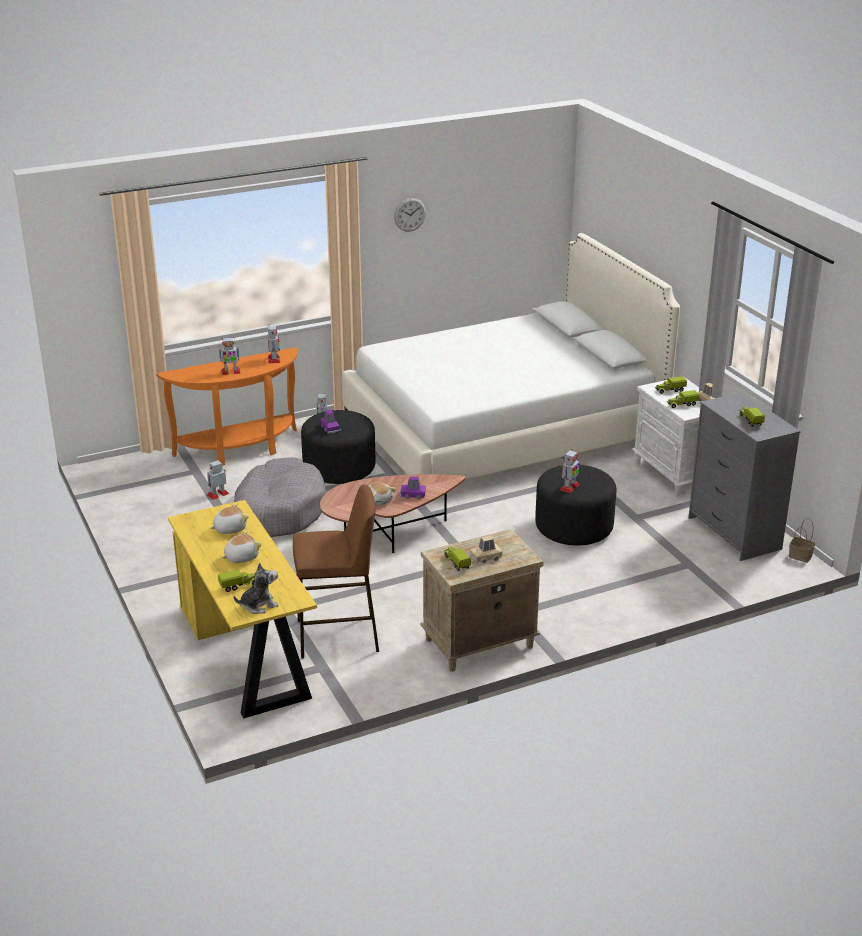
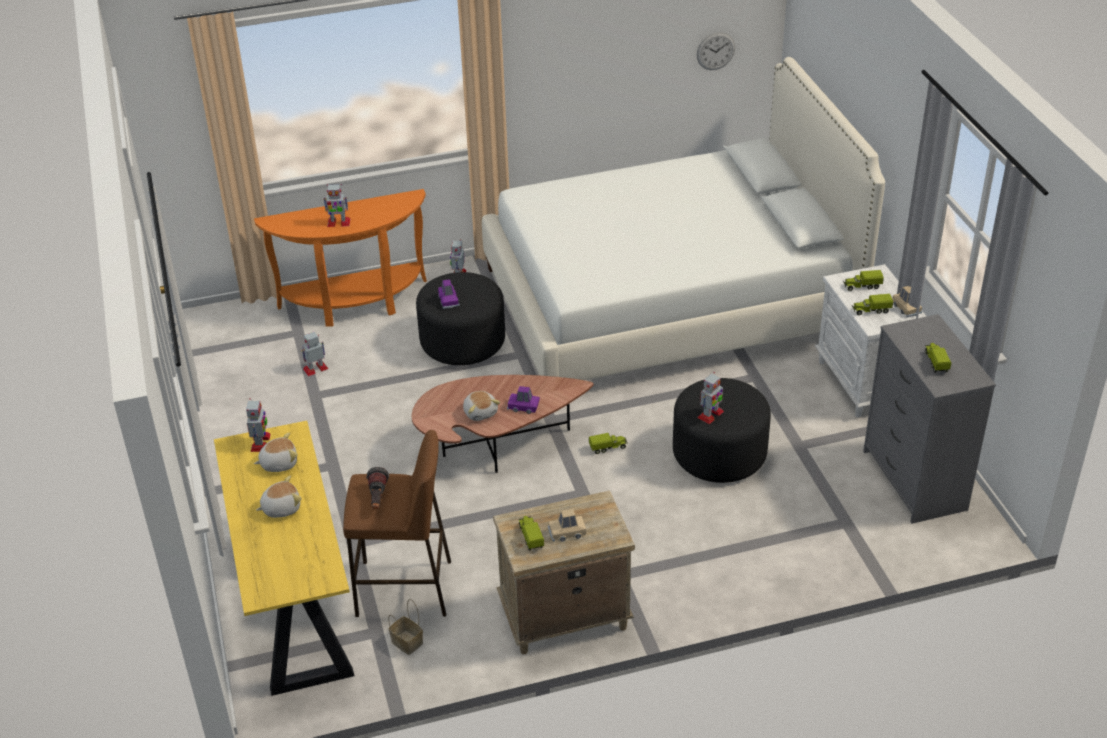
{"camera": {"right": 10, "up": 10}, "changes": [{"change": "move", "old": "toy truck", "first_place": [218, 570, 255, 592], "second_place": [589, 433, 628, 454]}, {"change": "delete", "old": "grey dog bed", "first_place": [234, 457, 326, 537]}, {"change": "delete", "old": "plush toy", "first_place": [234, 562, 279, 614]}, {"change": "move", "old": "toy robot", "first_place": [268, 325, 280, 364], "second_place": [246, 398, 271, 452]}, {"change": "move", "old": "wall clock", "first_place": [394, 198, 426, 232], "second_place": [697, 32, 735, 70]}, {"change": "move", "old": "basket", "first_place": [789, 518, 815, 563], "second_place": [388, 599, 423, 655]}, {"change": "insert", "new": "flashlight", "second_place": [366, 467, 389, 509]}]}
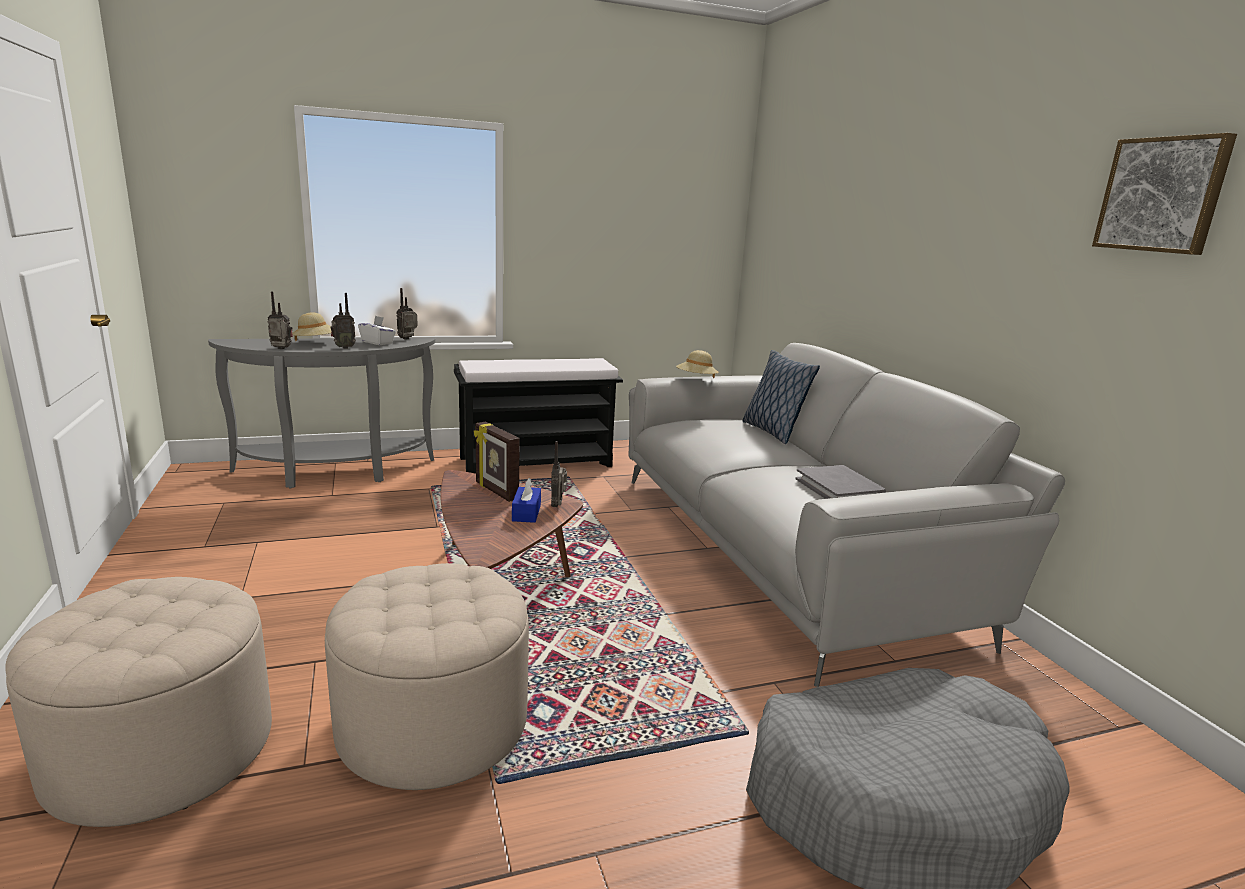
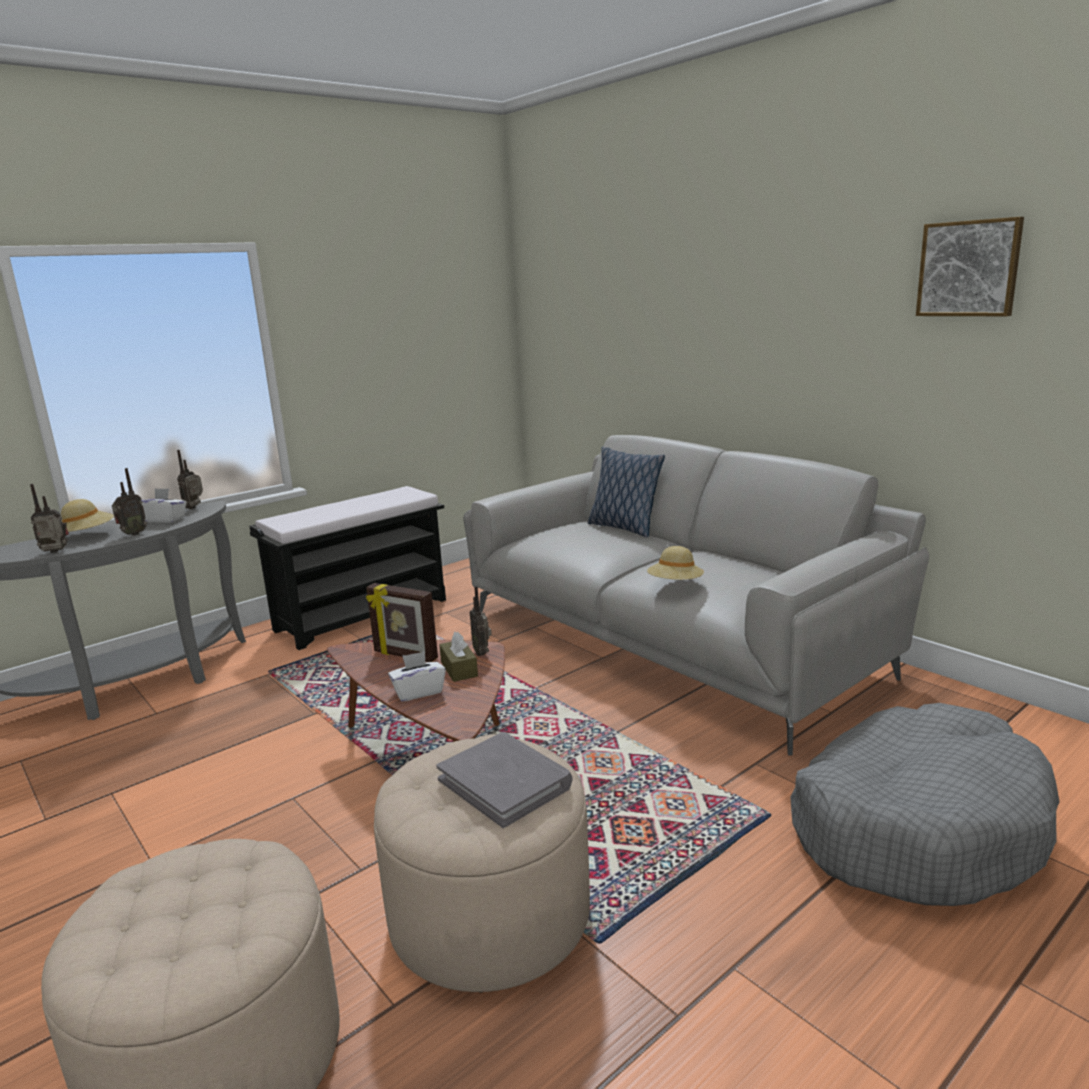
{"camera": {"right": -20, "up": 0}, "changes": [{"change": "recolor", "old": "blue tissue box", "new": "brown tissue box", "first_place": [512, 478, 541, 523], "second_place": [440, 632, 478, 682]}, {"change": "move", "old": "beige hat", "first_place": [676, 350, 719, 378], "second_place": [647, 546, 704, 580]}, {"change": "move", "old": "grey book", "first_place": [796, 465, 886, 499], "second_place": [436, 732, 572, 828]}, {"change": "insert", "new": "white tissue box", "second_place": [388, 651, 446, 702]}]}
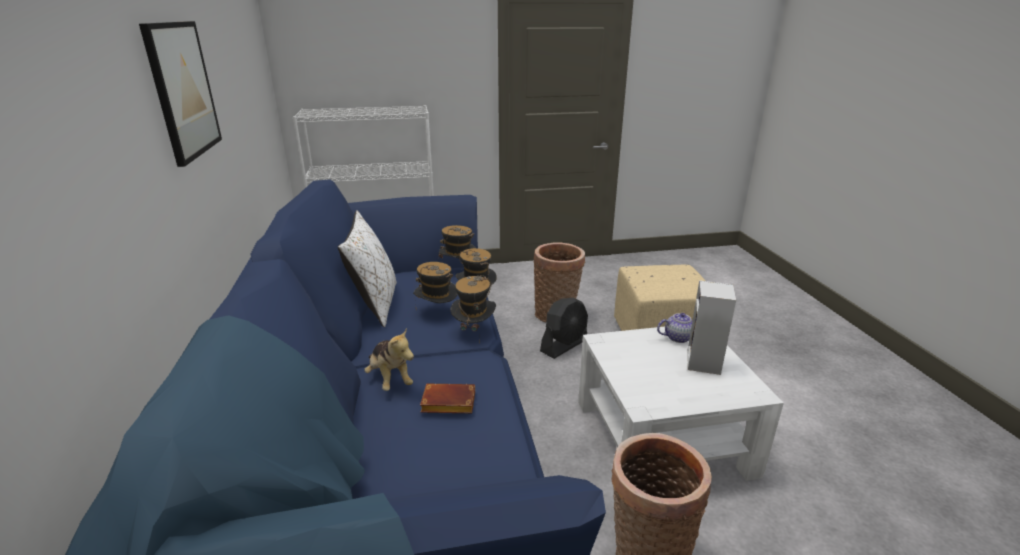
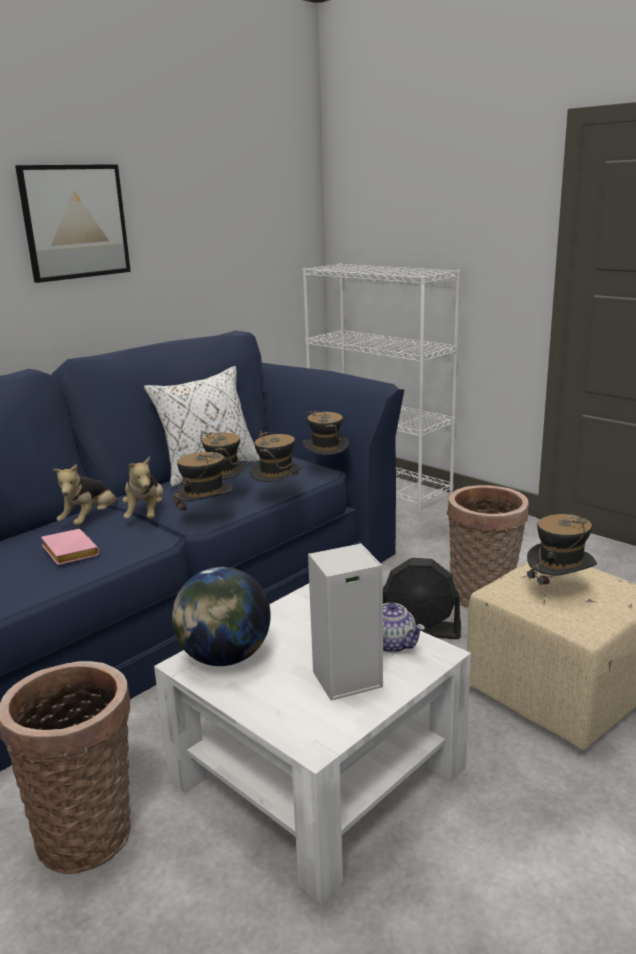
{"camera": {"right": 55, "up": -5}, "changes": [{"change": "recolor", "old": "brown book", "new": "pink book", "first_place": [420, 383, 475, 413], "second_place": [41, 529, 99, 565]}, {"change": "insert", "new": "plush toy", "second_place": [122, 456, 163, 519]}, {"change": "insert", "new": "globe", "second_place": [172, 567, 271, 666]}, {"change": "insert", "new": "hat", "second_place": [527, 514, 597, 604]}]}
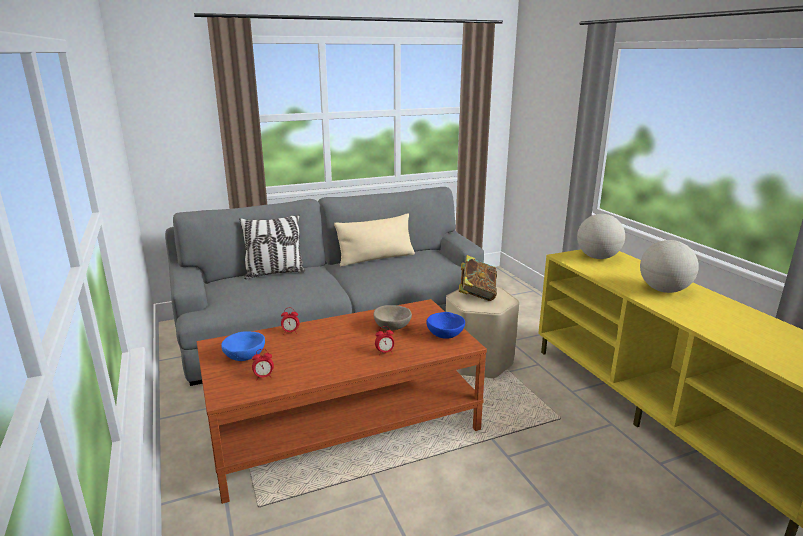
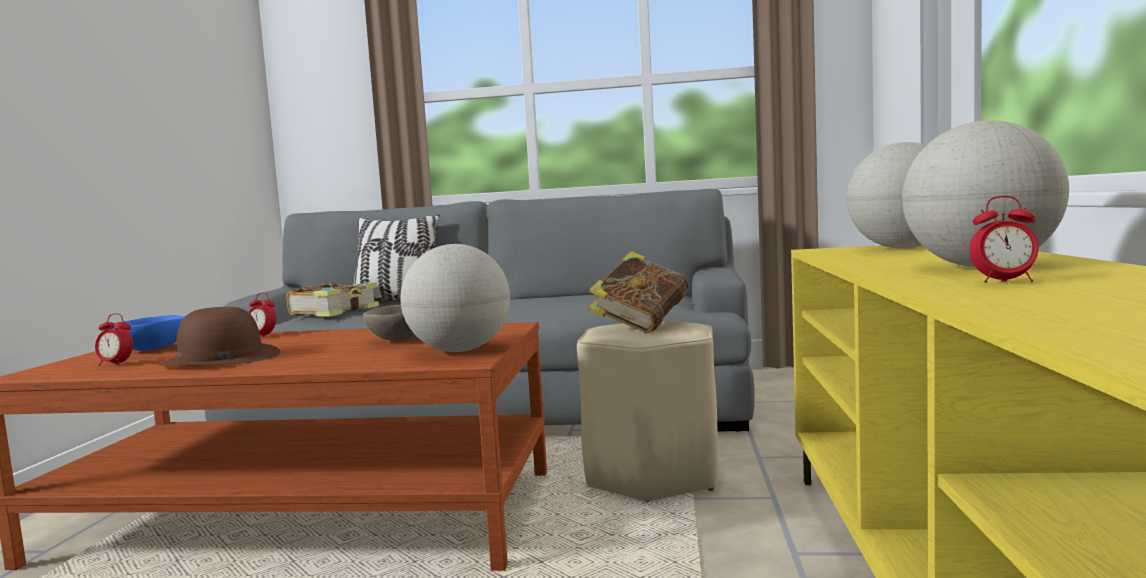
{"camera": {"right": 30, "up": -15}, "changes": [{"change": "delete", "old": "beige pillow", "first_place": [334, 213, 415, 267]}, {"change": "move", "old": "alarm clock", "first_place": [375, 326, 394, 354], "second_place": [970, 196, 1039, 283]}, {"change": "replace", "old": "blue bowl", "new": "globe", "first_place": [426, 312, 465, 339], "second_place": [400, 244, 510, 352]}, {"change": "insert", "new": "brown hat", "second_place": [159, 307, 281, 366]}, {"change": "insert", "new": "book", "second_place": [286, 282, 379, 317]}]}
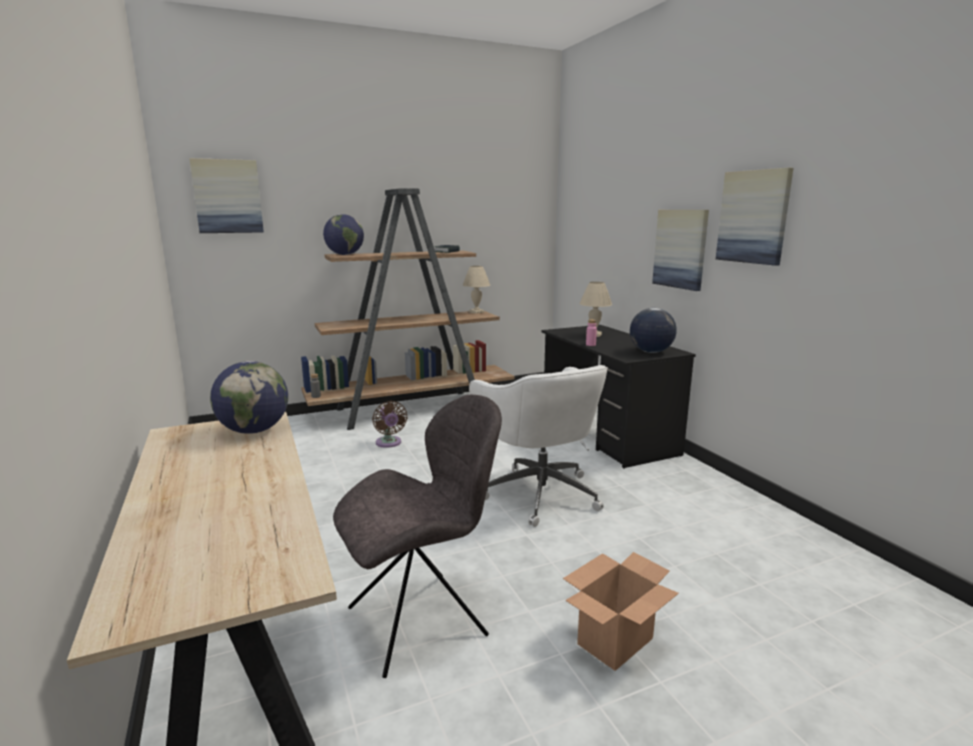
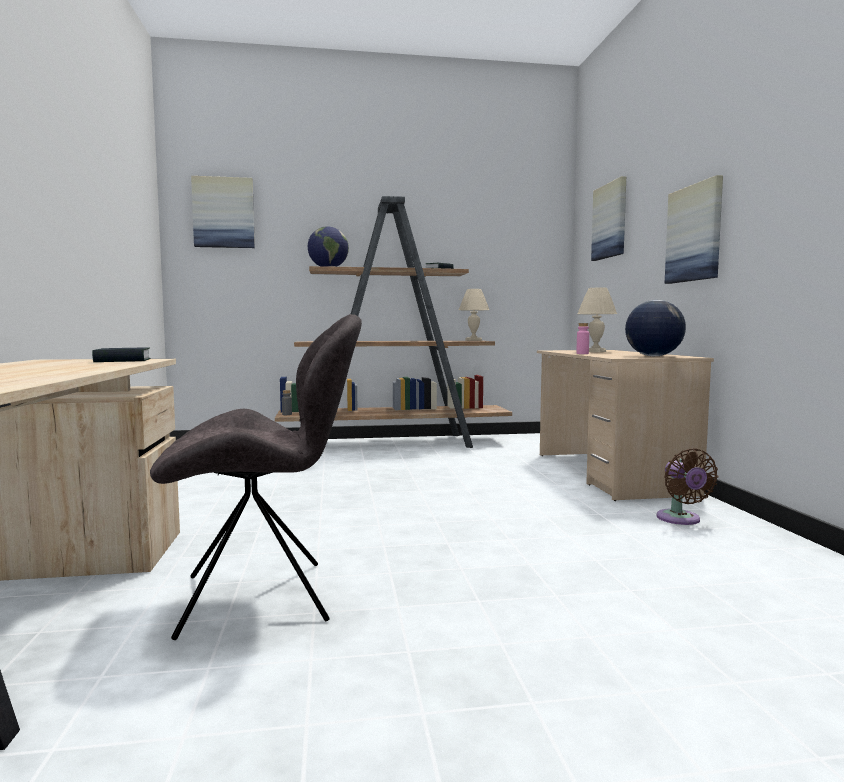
{"camera": {"right": 15, "up": -10}, "changes": [{"change": "replace", "old": "globe", "new": "book", "first_place": [210, 361, 288, 434], "second_place": [92, 347, 151, 362]}, {"change": "move", "old": "brown fan", "first_place": [372, 401, 408, 448], "second_place": [657, 448, 718, 525]}, {"change": "delete", "old": "white office chair", "first_place": [469, 365, 608, 527]}, {"change": "recolor", "old": "black desk", "new": "beige desk", "first_place": [542, 325, 696, 469], "second_place": [537, 350, 714, 501]}, {"change": "delete", "old": "cardboard box", "first_place": [563, 552, 679, 671]}, {"change": "move", "old": "picture", "first_place": [716, 168, 793, 266], "second_place": [591, 176, 626, 261]}]}
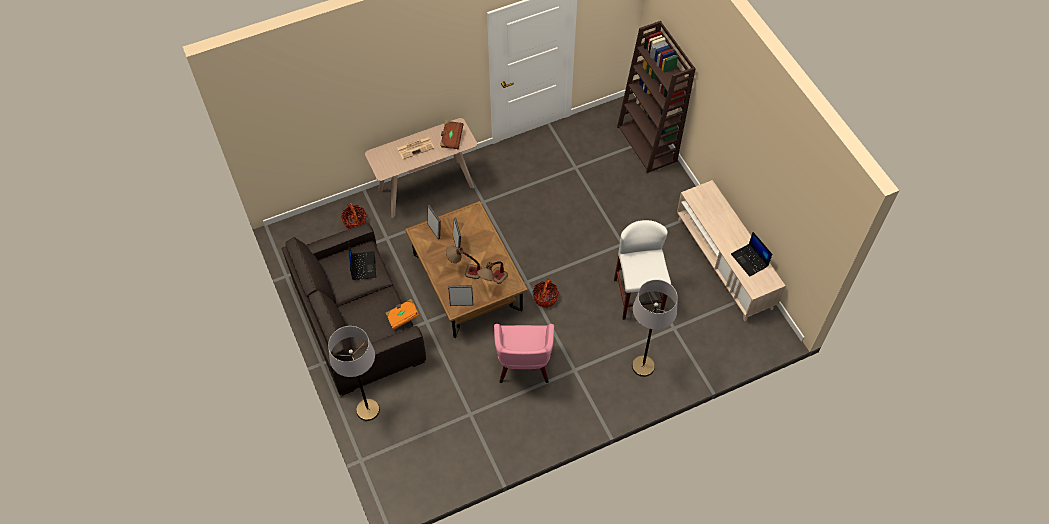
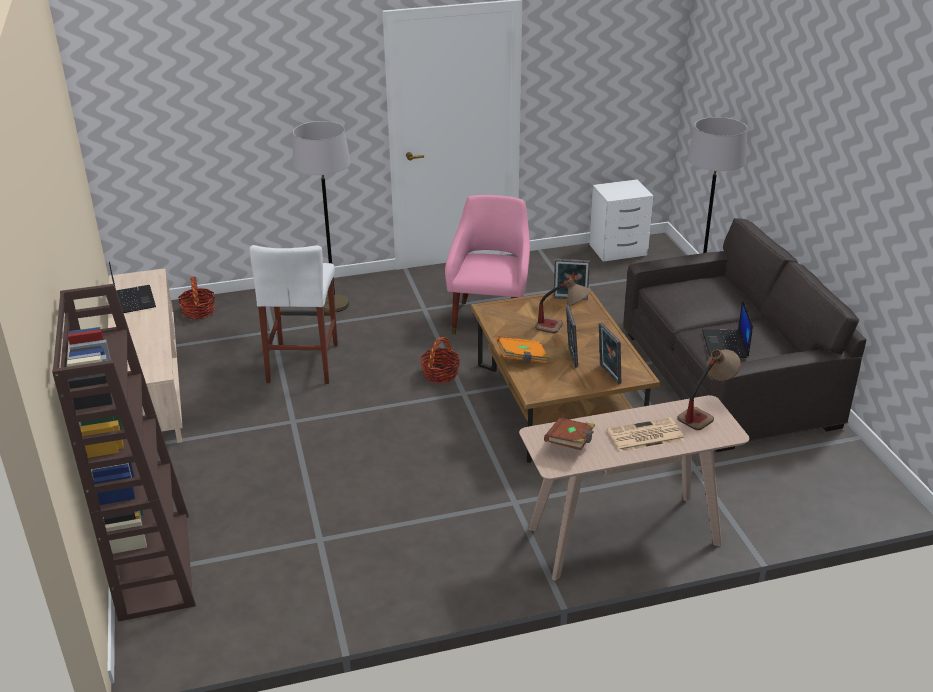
{"camera": {"right": -170, "up": -25}, "changes": [{"change": "move", "old": "basket", "first_place": [341, 203, 366, 229], "second_place": [178, 277, 215, 319]}, {"change": "move", "old": "orange book", "first_place": [386, 299, 419, 330], "second_place": [496, 336, 549, 364]}, {"change": "move", "old": "table lamp", "first_place": [477, 261, 508, 284], "second_place": [677, 349, 741, 430]}, {"change": "insert", "new": "white nightstand", "second_place": [589, 179, 653, 262]}]}
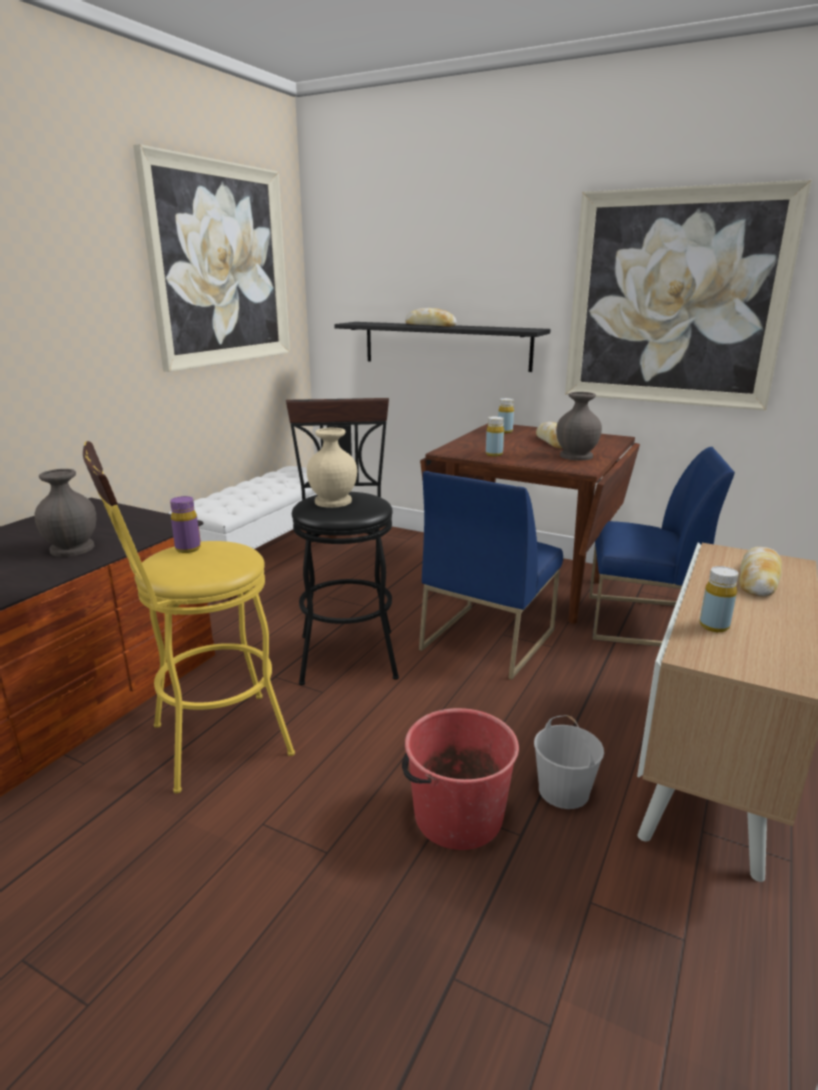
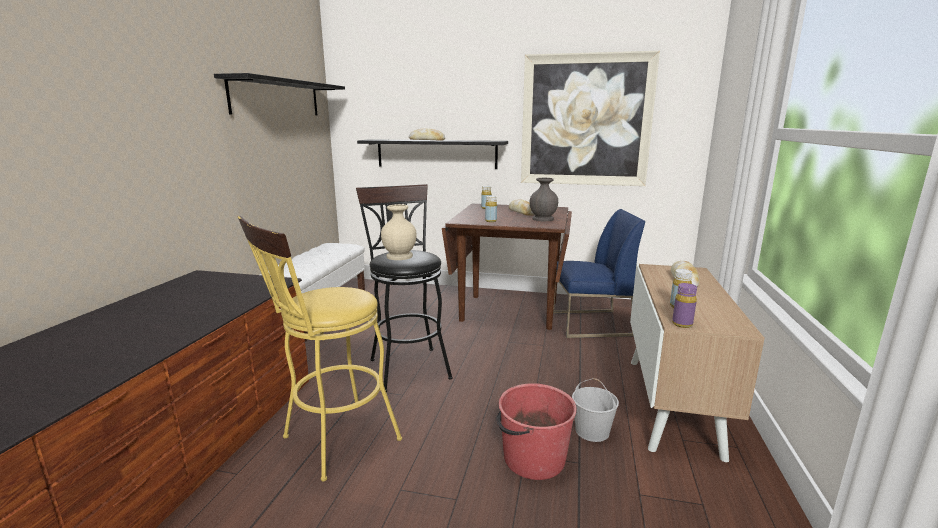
{"camera": {"right": -15, "up": -5}, "changes": [{"change": "delete", "old": "grey vase", "first_place": [34, 469, 96, 557]}, {"change": "replace", "old": "picture", "new": "black shelf", "first_place": [133, 144, 290, 372], "second_place": [214, 73, 345, 116]}, {"change": "move", "old": "purple bottle", "first_place": [170, 496, 201, 553], "second_place": [672, 283, 697, 328]}, {"change": "delete", "old": "blue chair", "first_place": [419, 471, 563, 680]}]}
